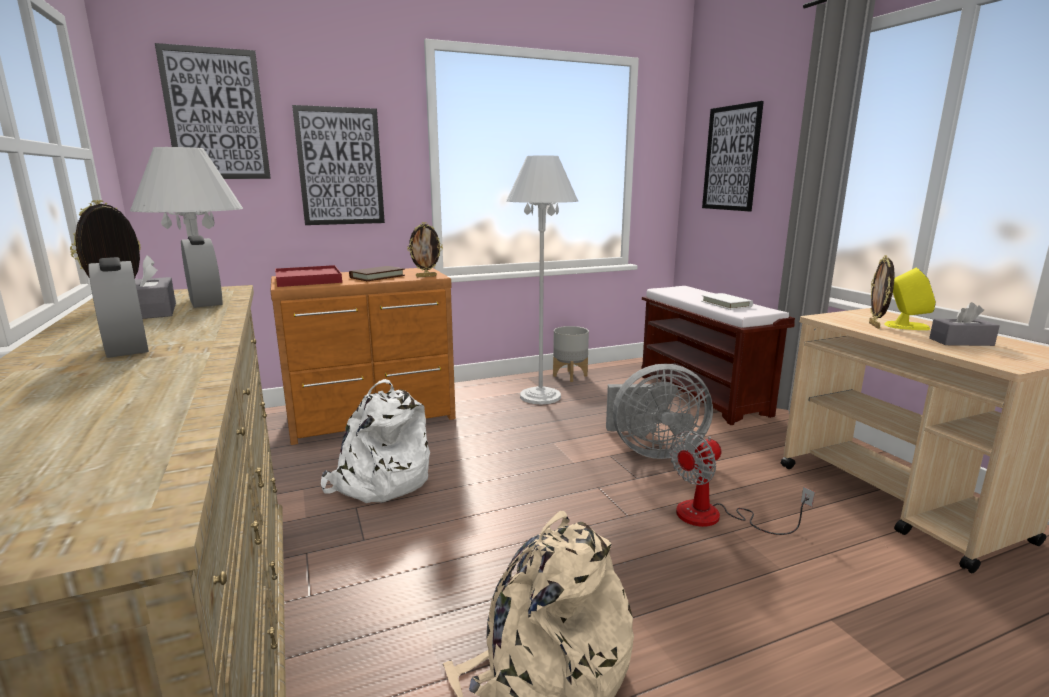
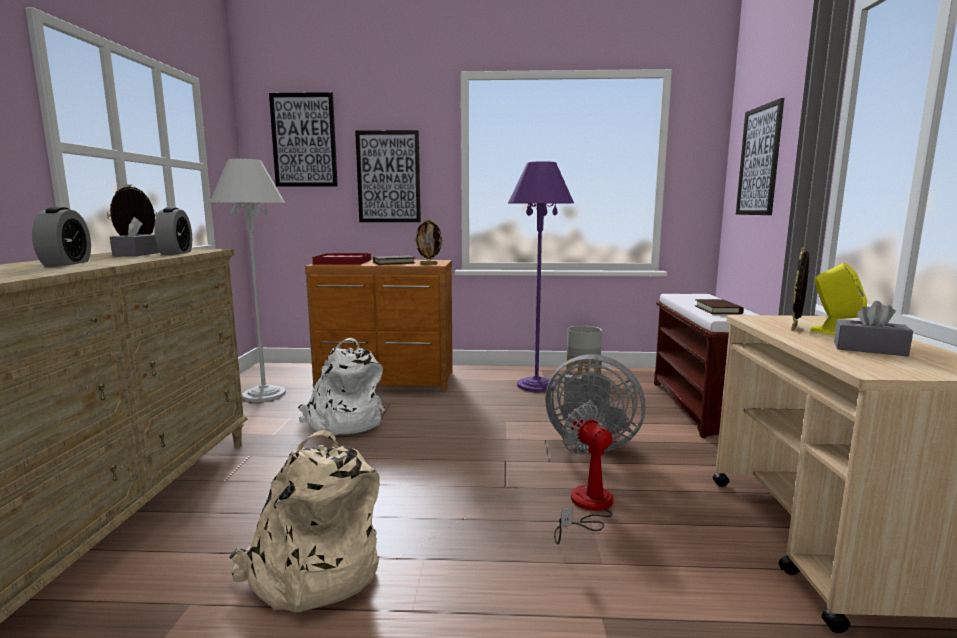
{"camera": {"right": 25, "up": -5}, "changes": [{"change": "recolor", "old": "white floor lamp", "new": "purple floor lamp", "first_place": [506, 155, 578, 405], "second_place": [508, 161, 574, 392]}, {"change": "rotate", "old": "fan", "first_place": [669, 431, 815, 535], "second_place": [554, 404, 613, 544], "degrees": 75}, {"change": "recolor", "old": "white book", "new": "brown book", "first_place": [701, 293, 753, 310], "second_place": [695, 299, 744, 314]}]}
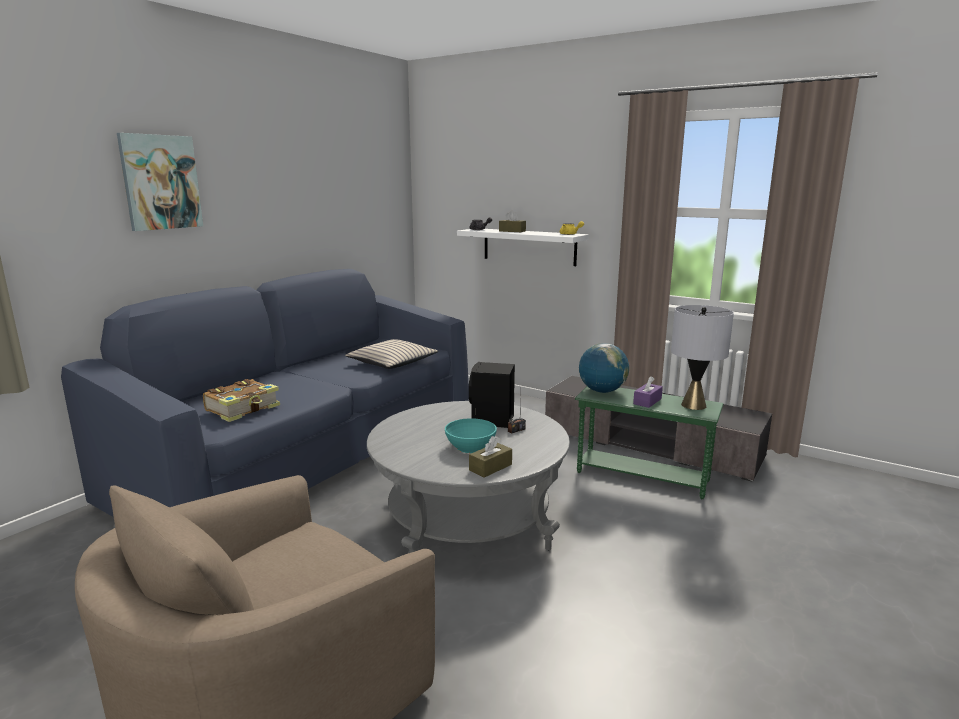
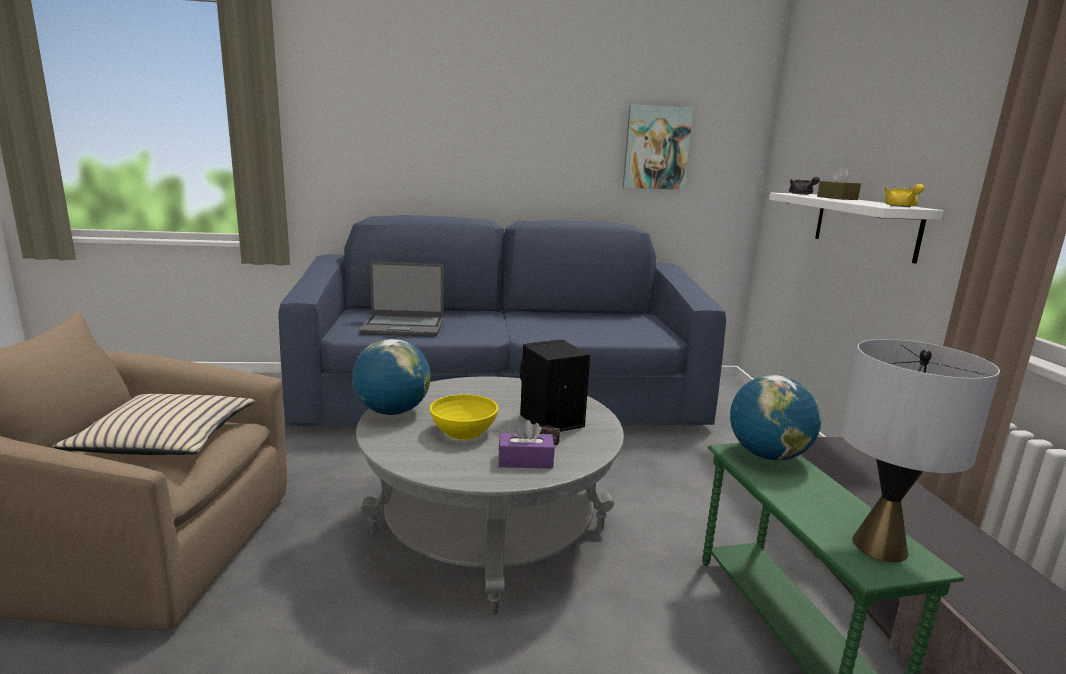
{"camera": {"right": 50, "up": 0}, "changes": [{"change": "move", "old": "picture", "first_place": [117, 133, 203, 231], "second_place": [623, 105, 694, 190]}, {"change": "replace", "old": "book", "new": "laptop", "first_place": [203, 379, 280, 422], "second_place": [359, 262, 444, 337]}, {"change": "move", "old": "beige pillow", "first_place": [345, 339, 439, 369], "second_place": [53, 394, 255, 455]}, {"change": "recolor", "old": "turquoise bowl", "new": "yellow bowl", "first_place": [445, 418, 497, 453], "second_place": [430, 394, 498, 440]}, {"change": "delete", "old": "brown tissue box", "first_place": [469, 436, 512, 477]}, {"change": "move", "old": "purple tissue box", "first_place": [633, 376, 663, 408], "second_place": [498, 420, 554, 468]}, {"change": "insert", "new": "globe", "second_place": [352, 339, 431, 415]}]}
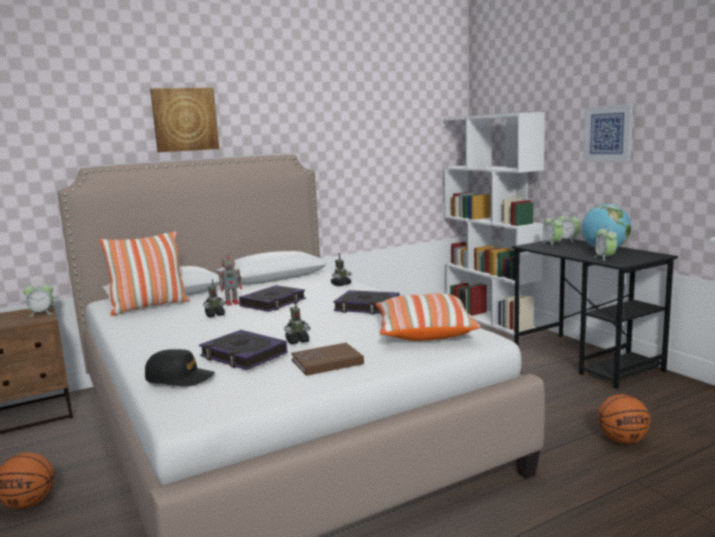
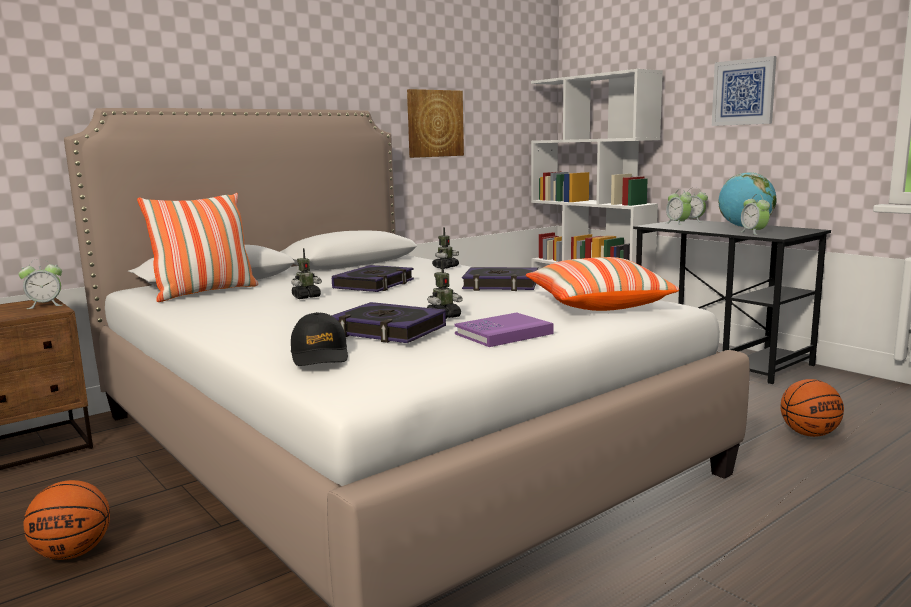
{"camera": {"right": -10, "up": 0}, "changes": [{"change": "rotate", "old": "black cap", "first_place": [145, 349, 215, 387], "second_place": [291, 312, 348, 366], "degrees": 75}, {"change": "move", "old": "picture", "first_place": [150, 88, 219, 152], "second_place": [407, 89, 464, 158]}, {"change": "delete", "old": "toy robot", "first_place": [219, 252, 242, 306]}, {"change": "recolor", "old": "brown book", "new": "purple book", "first_place": [291, 343, 364, 376], "second_place": [455, 313, 554, 347]}]}
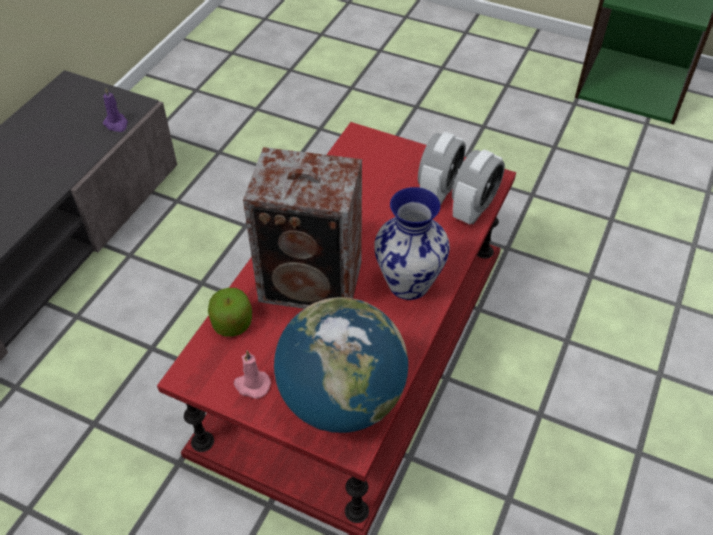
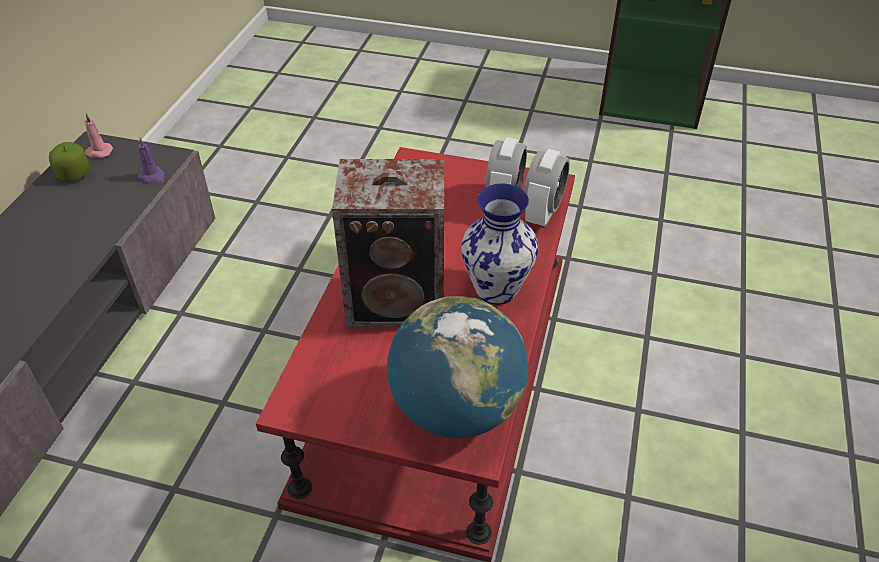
{"camera": {"right": -10, "up": -5}, "changes": [{"change": "move", "old": "apple", "first_place": [208, 288, 252, 337], "second_place": [49, 142, 90, 181]}, {"change": "move", "old": "pink candle", "first_place": [234, 351, 271, 399], "second_place": [84, 113, 113, 158]}]}
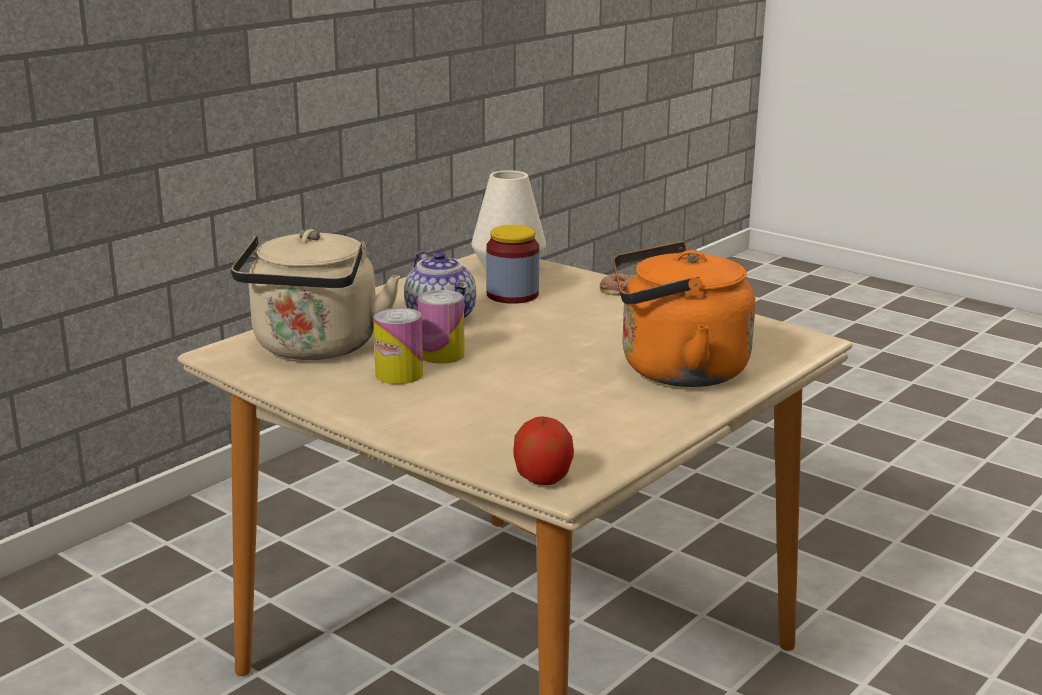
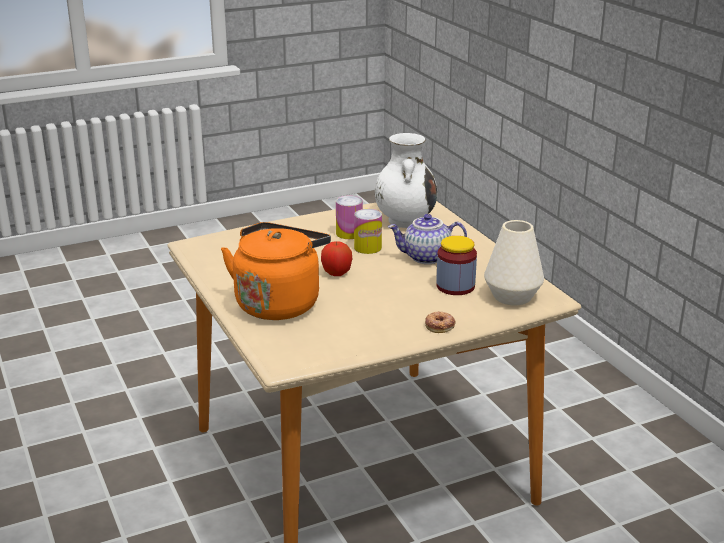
{"camera": {"right": 115, "up": 5}, "changes": [{"change": "replace", "old": "beige kettle", "new": "white vase", "first_place": [231, 229, 400, 360], "second_place": [375, 133, 437, 228]}, {"change": "move", "old": "apple", "first_place": [513, 416, 574, 485], "second_place": [321, 241, 352, 276]}]}
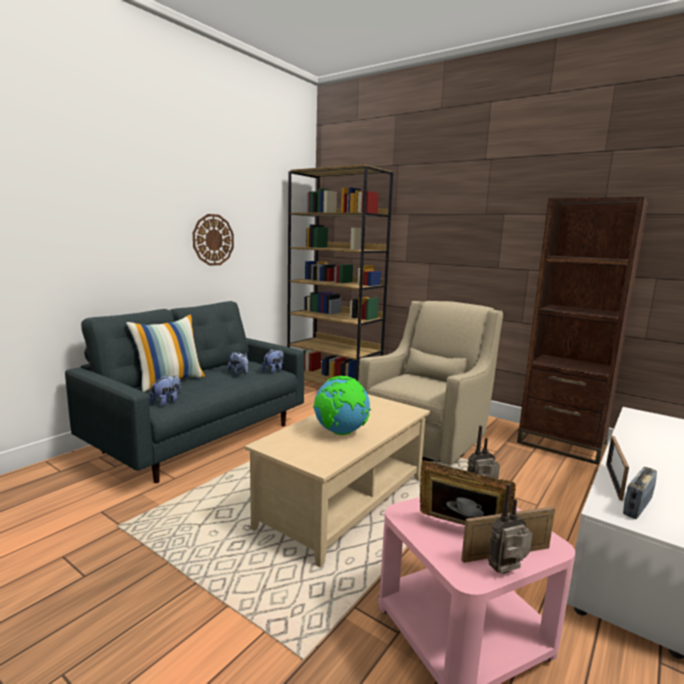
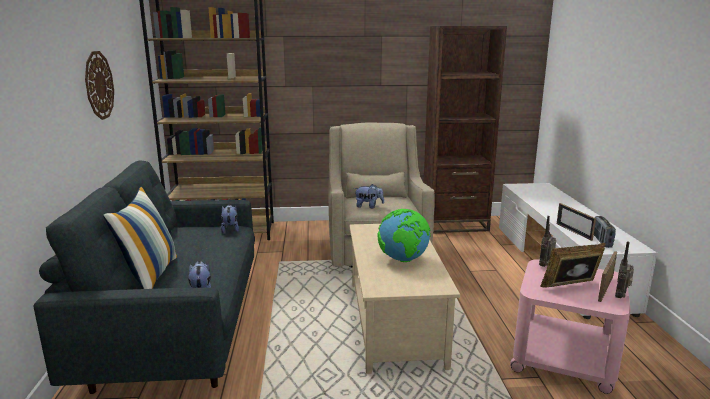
{"camera": {"right": -40, "up": 5}, "changes": [{"change": "move", "old": "plush toy", "first_place": [227, 352, 248, 375], "second_place": [354, 184, 384, 208]}]}
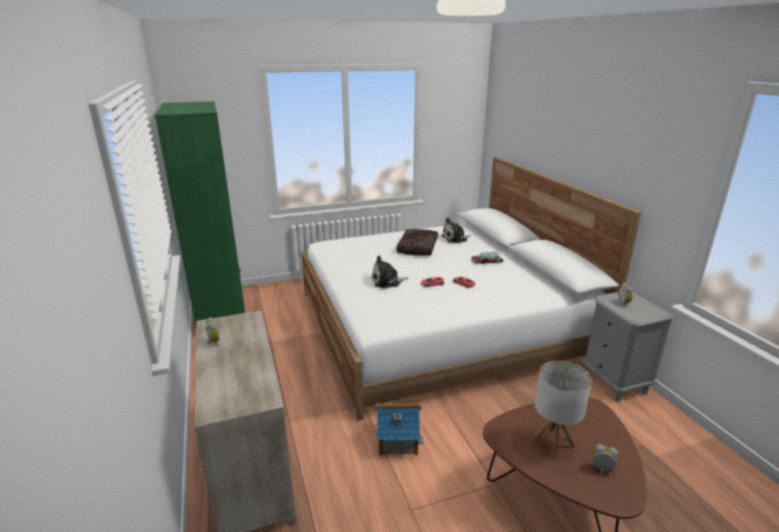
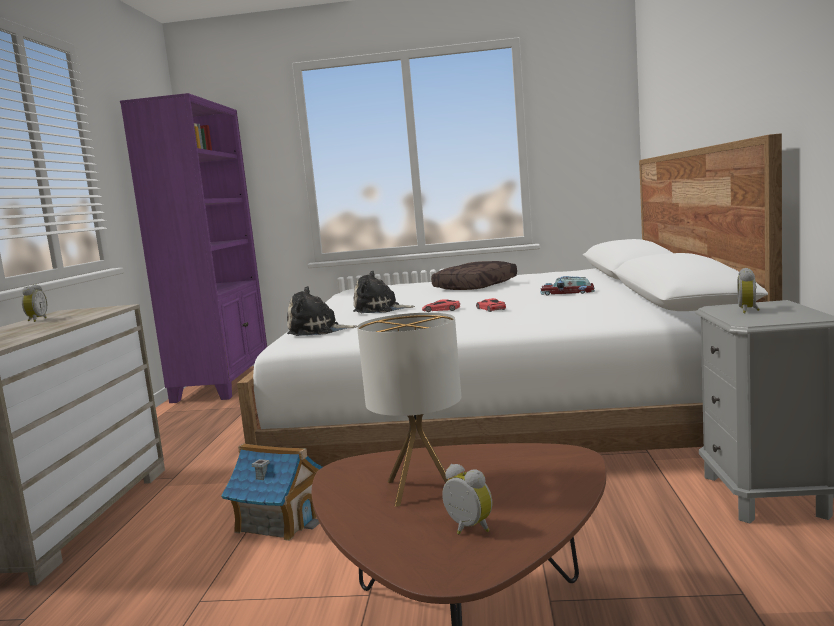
{"camera": {"right": 25, "up": -15}, "changes": [{"change": "recolor", "old": "green bookcase", "new": "purple bookcase", "first_place": [155, 101, 245, 326], "second_place": [120, 93, 267, 403]}, {"change": "move", "old": "plush toy", "first_place": [441, 218, 471, 243], "second_place": [287, 286, 357, 336]}]}
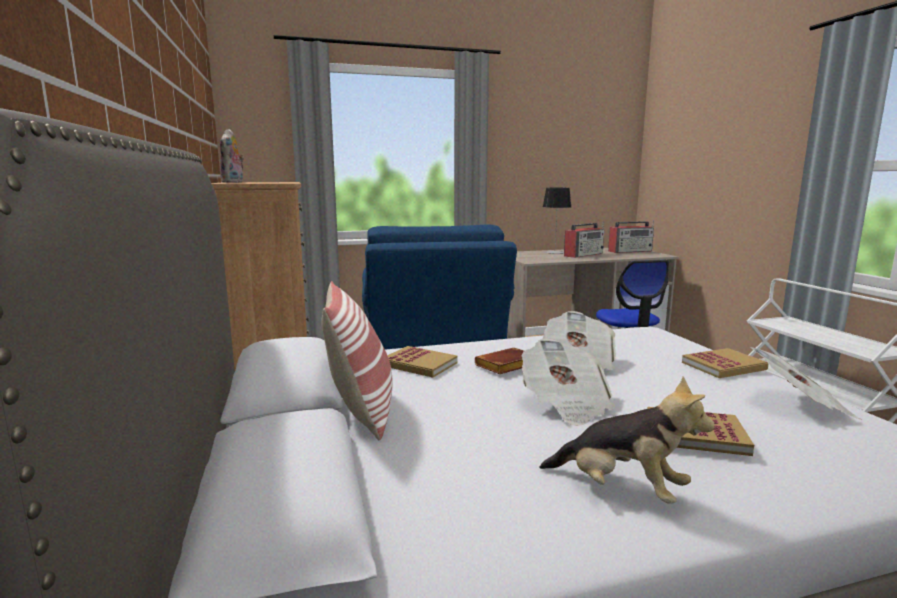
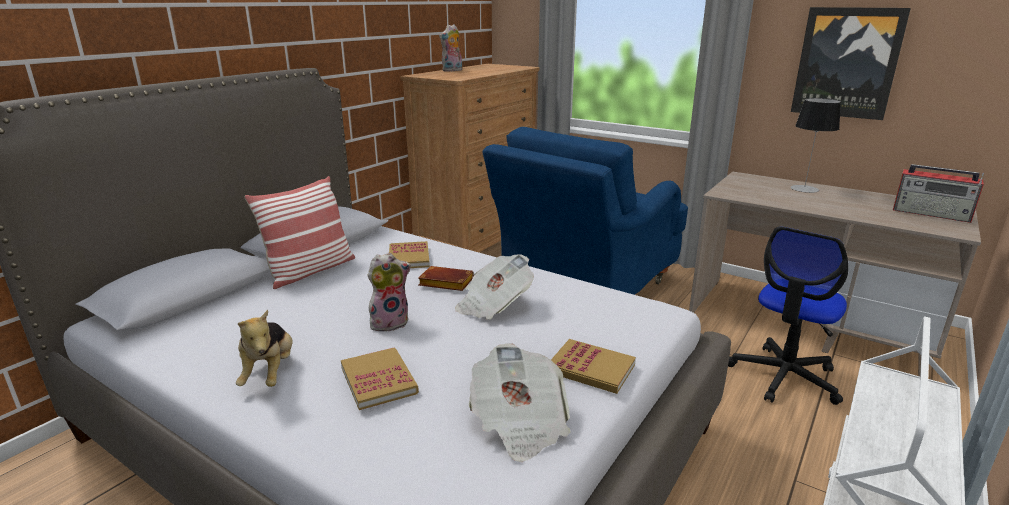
{"camera": {"right": 50, "up": 10}, "changes": [{"change": "replace", "old": "newspaper", "new": "plush toy", "first_place": [522, 339, 615, 426], "second_place": [368, 253, 411, 331]}, {"change": "delete", "old": "radio", "first_place": [564, 221, 604, 258]}, {"change": "insert", "new": "picture", "second_place": [791, 7, 911, 120]}]}
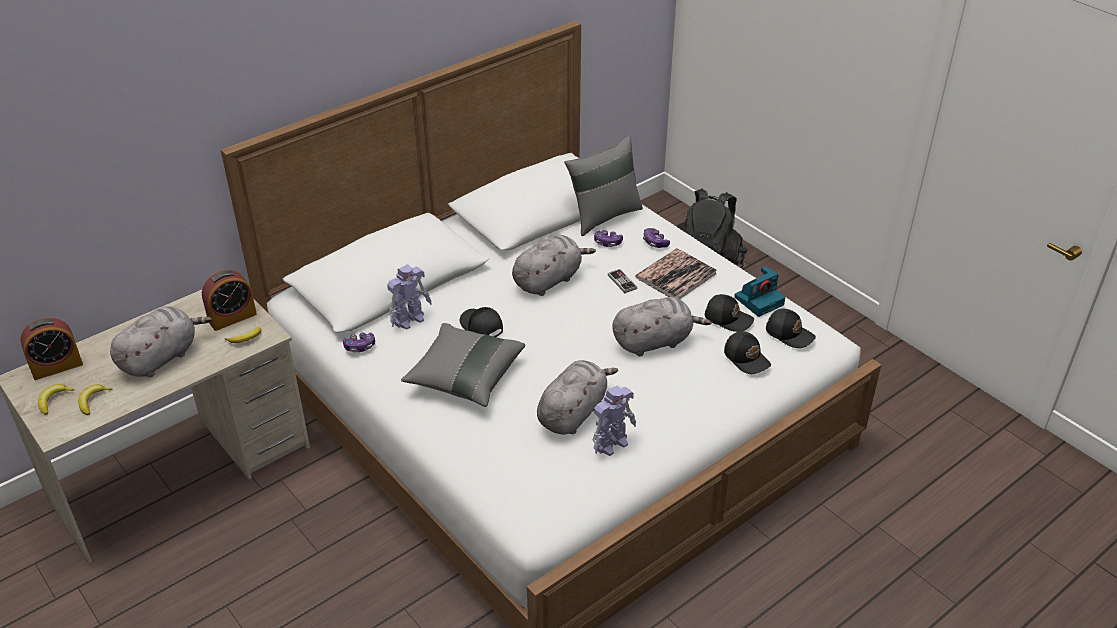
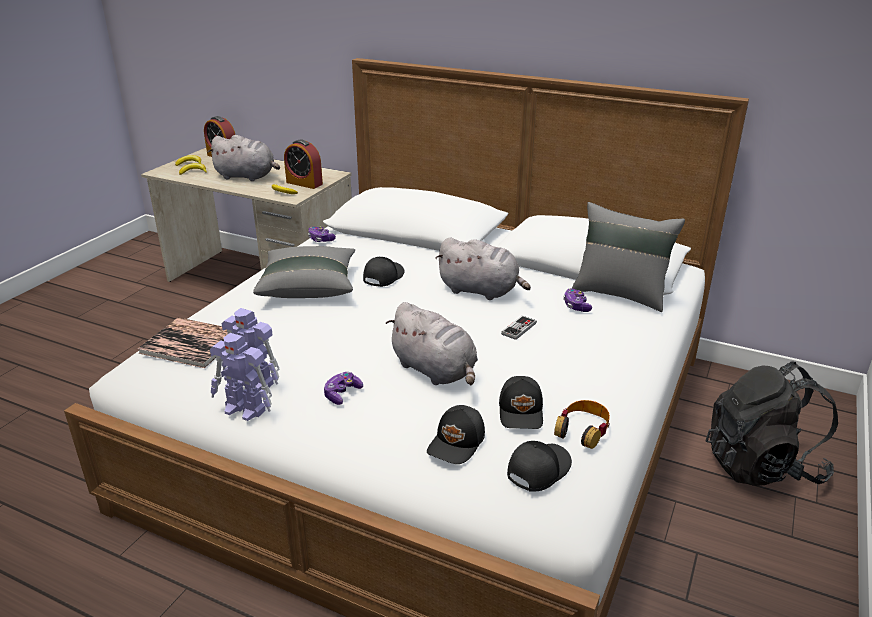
{"camera": {"right": 65, "up": -10}, "changes": [{"change": "move", "old": "toy robot", "first_place": [387, 264, 432, 330], "second_place": [210, 333, 272, 421]}, {"change": "delete", "old": "grey plush toy", "first_place": [537, 360, 618, 435]}, {"change": "move", "old": "book", "first_place": [635, 248, 717, 299], "second_place": [137, 317, 228, 368]}, {"change": "move", "old": "game controller", "first_place": [643, 228, 670, 248], "second_place": [324, 372, 363, 405]}, {"change": "replace", "old": "photo camera", "new": "headphones", "first_place": [734, 266, 785, 317], "second_place": [554, 400, 610, 449]}, {"change": "rotate", "old": "black cap", "first_place": [766, 309, 816, 348], "second_place": [507, 441, 572, 491], "degrees": -150}]}
